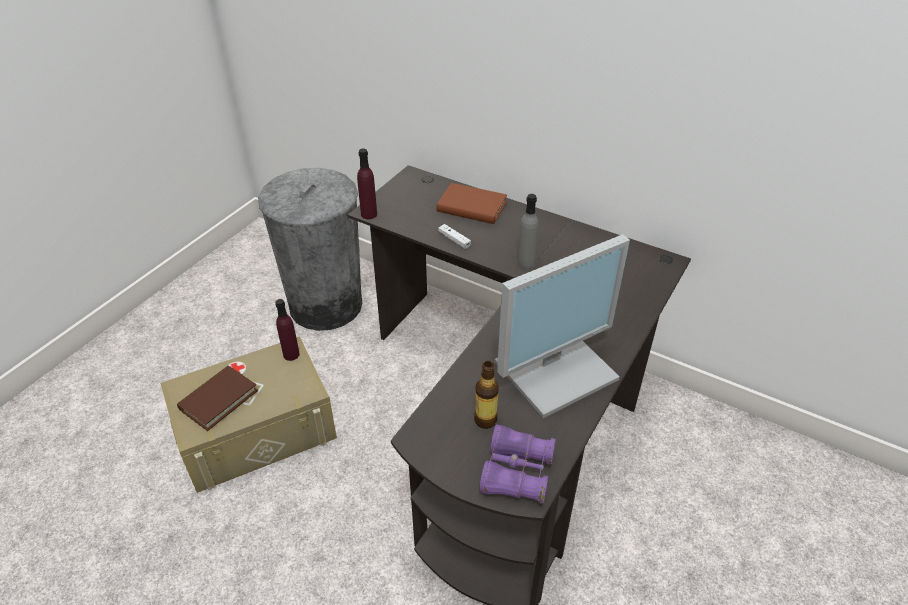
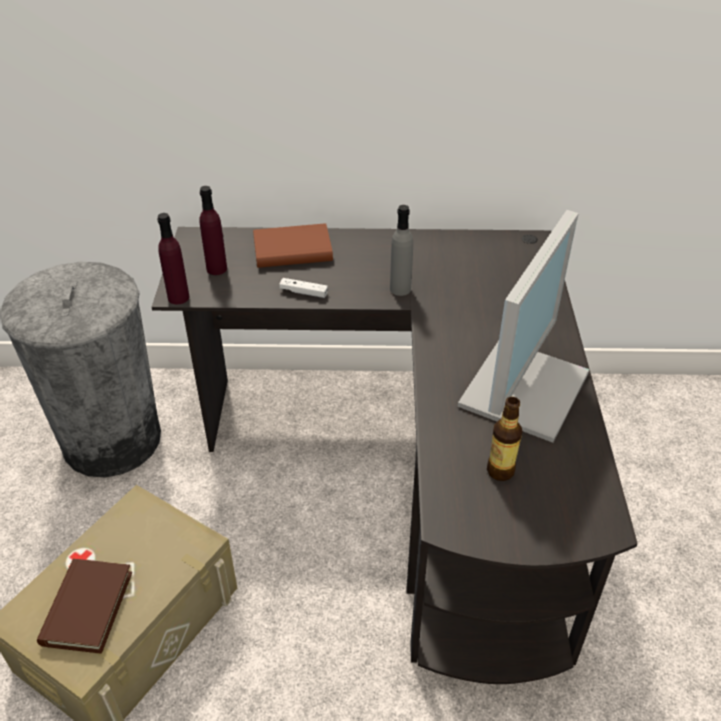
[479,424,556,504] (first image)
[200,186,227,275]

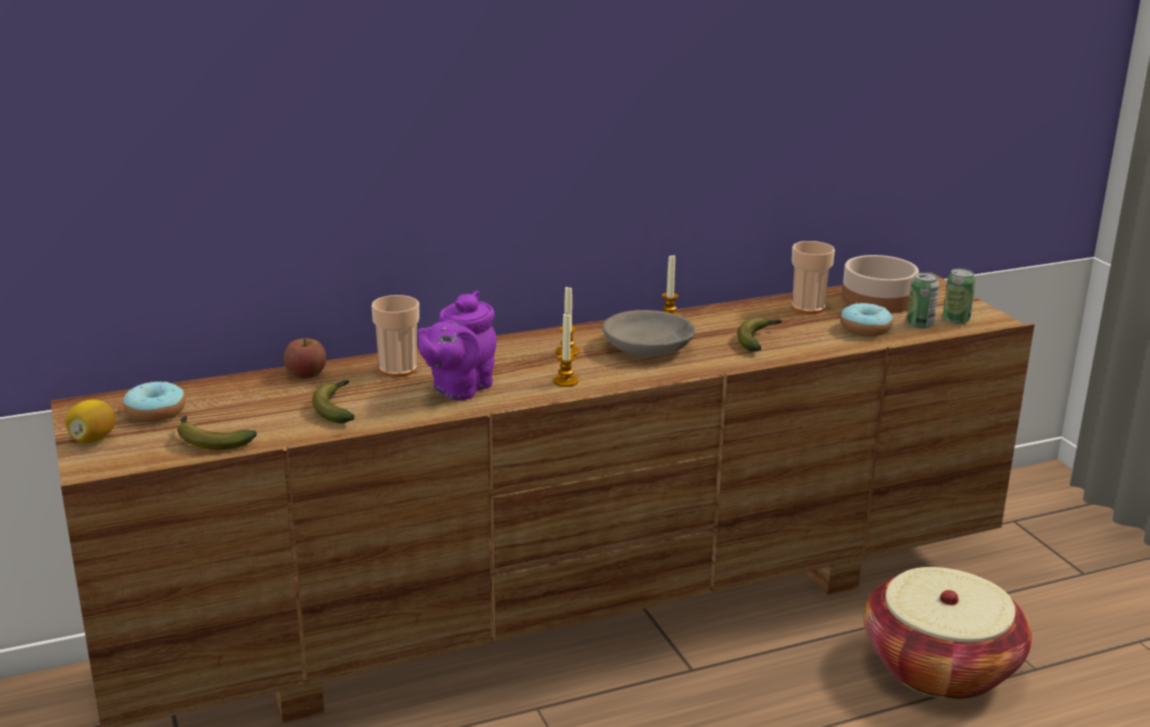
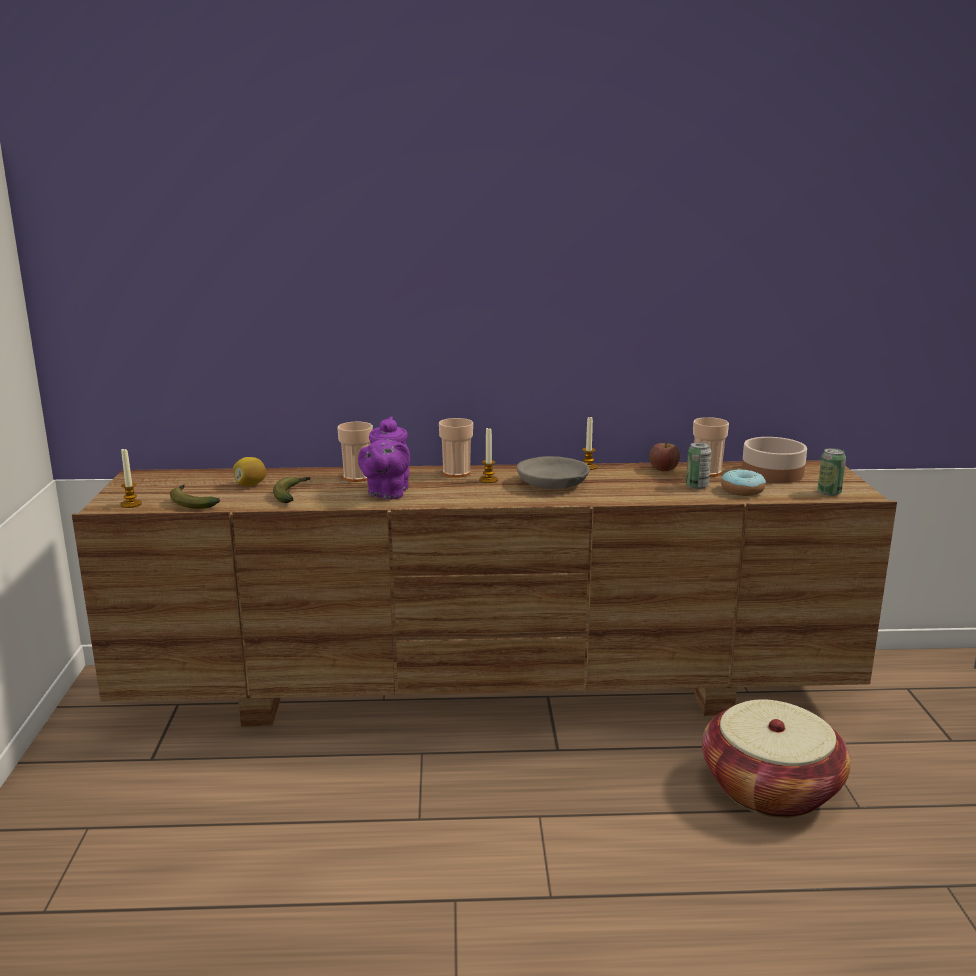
[123,381,185,422] (first image)
[737,317,782,351] (first image)
[439,418,473,478]
[233,457,266,486]
[649,443,680,471]
[121,449,142,508]
[686,442,712,489]
[358,417,410,500]

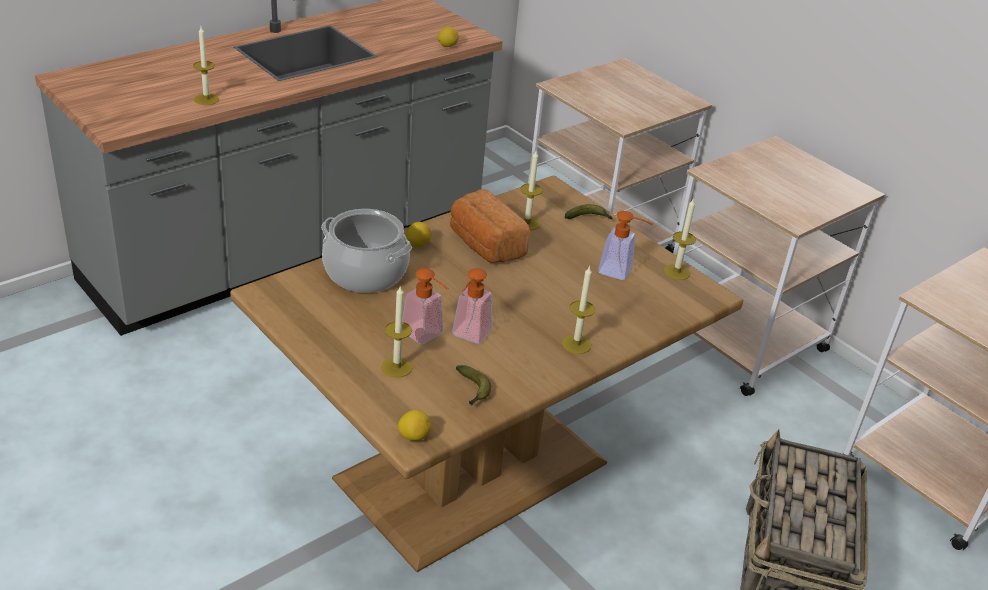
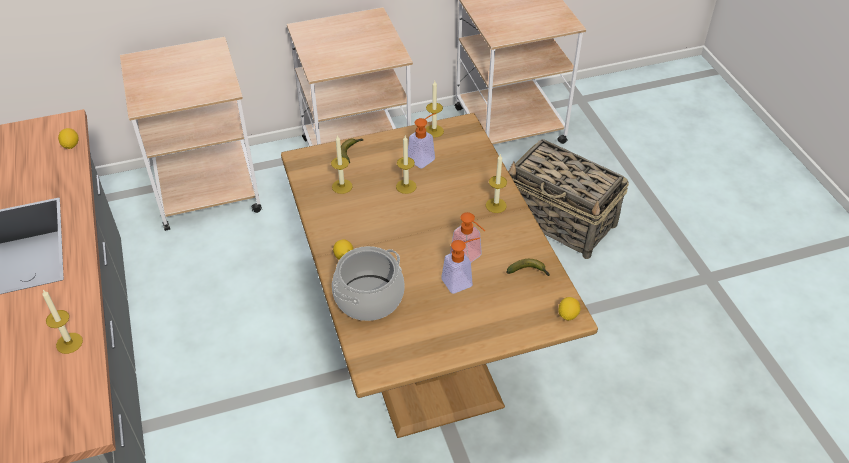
[450,189,530,263] (first image)
[396,136,417,194]

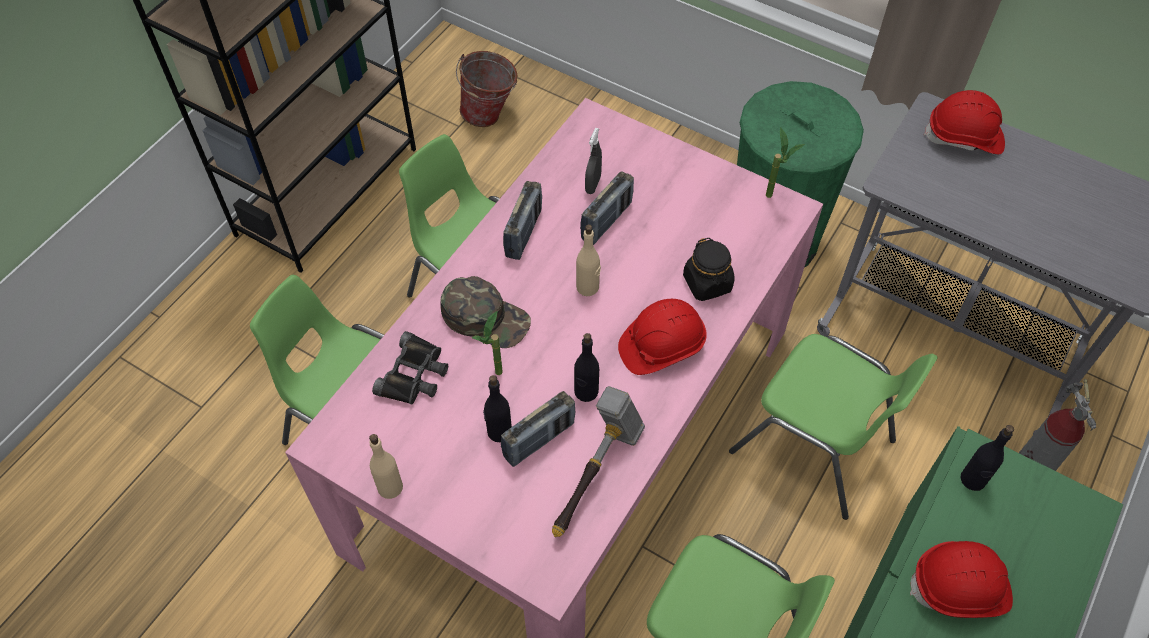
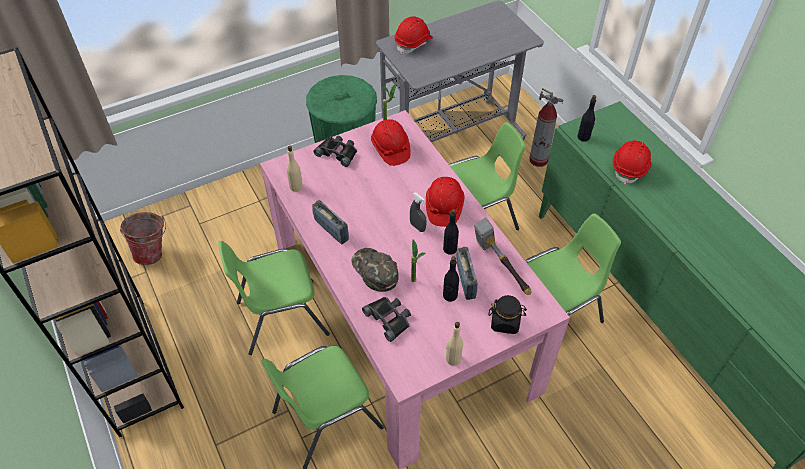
[580,171,634,245] (first image)
[314,136,357,167]
[371,119,411,166]
[287,146,303,192]
[410,193,427,232]
[488,295,527,334]
[351,248,399,292]

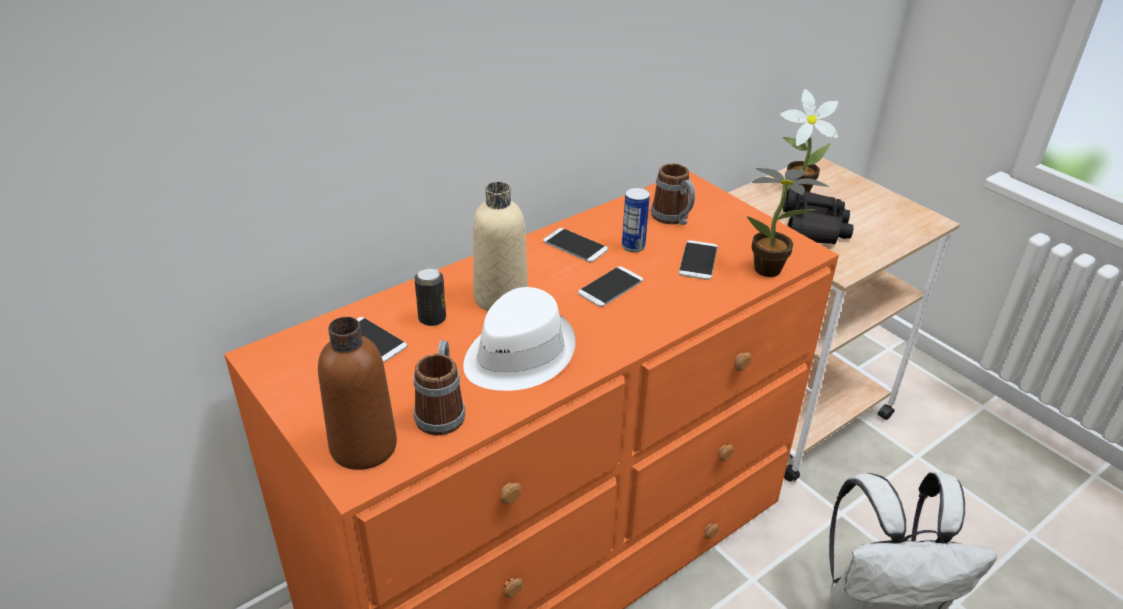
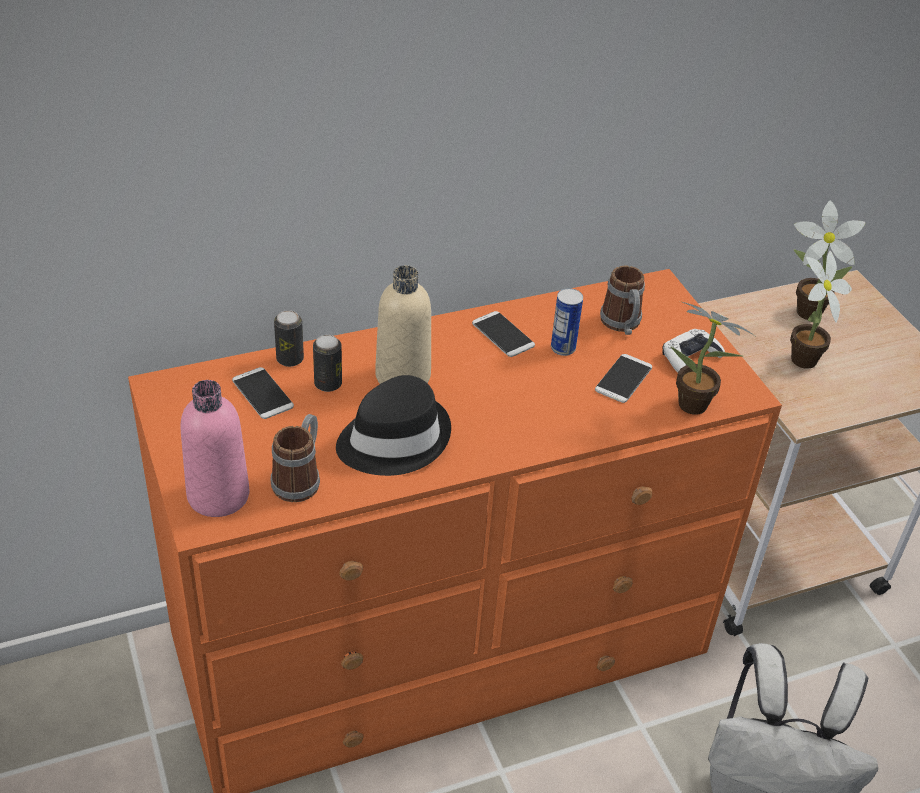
[578,266,643,307] (first image)
[274,310,304,367]
[662,329,725,372]
[790,250,852,369]
[180,380,249,517]
[336,375,451,476]

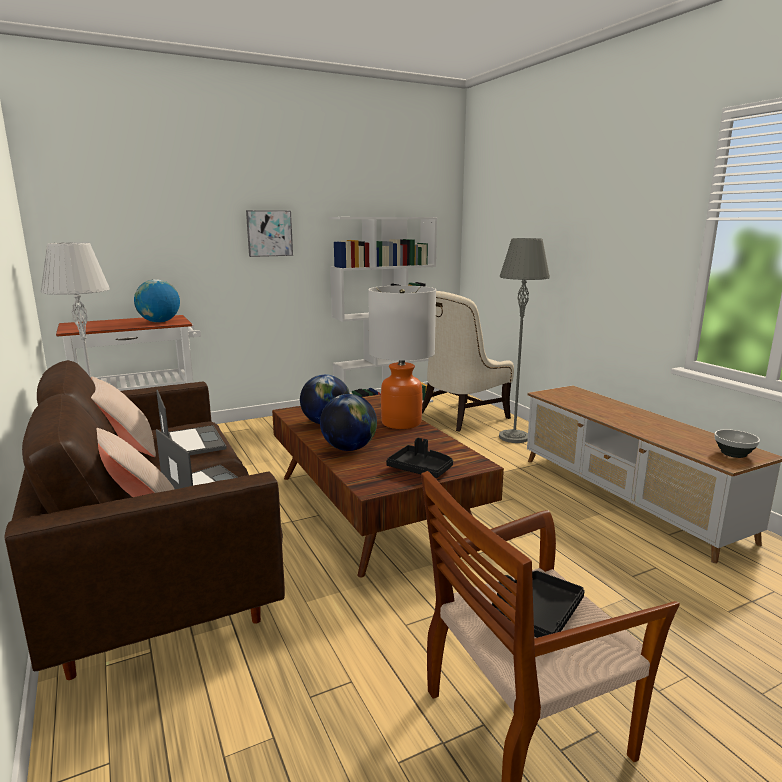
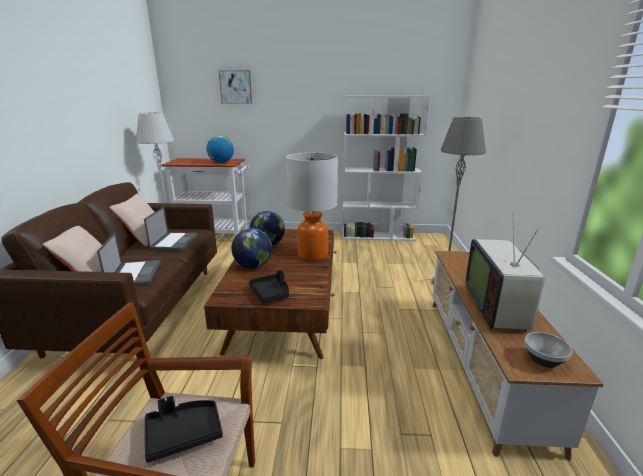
[422,291,514,432] (first image)
[465,213,545,332]
[219,70,252,104]

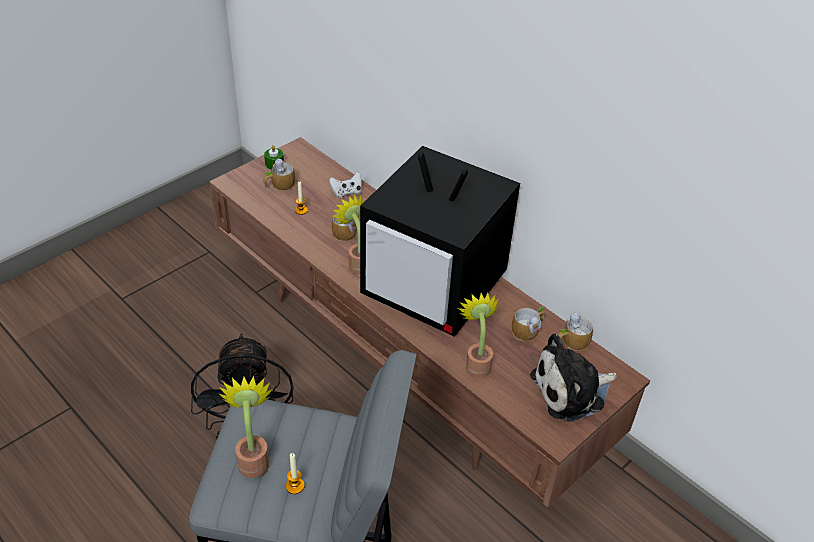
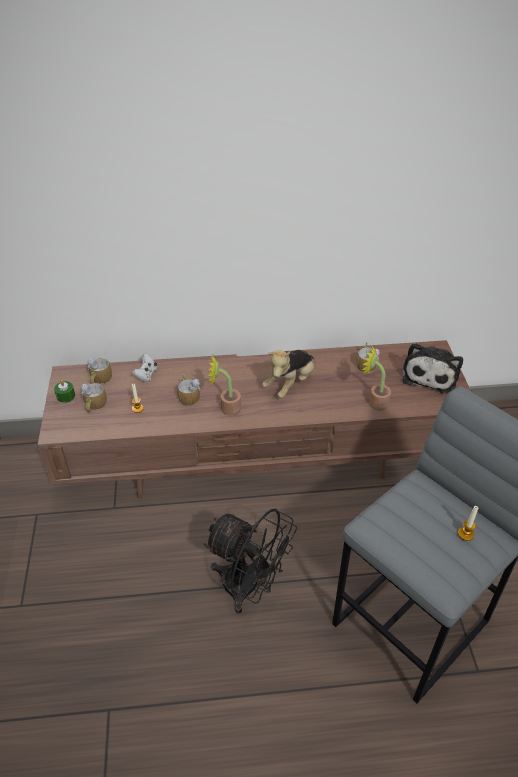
[218,375,273,478] (first image)
[87,358,112,384]
[262,350,315,398]

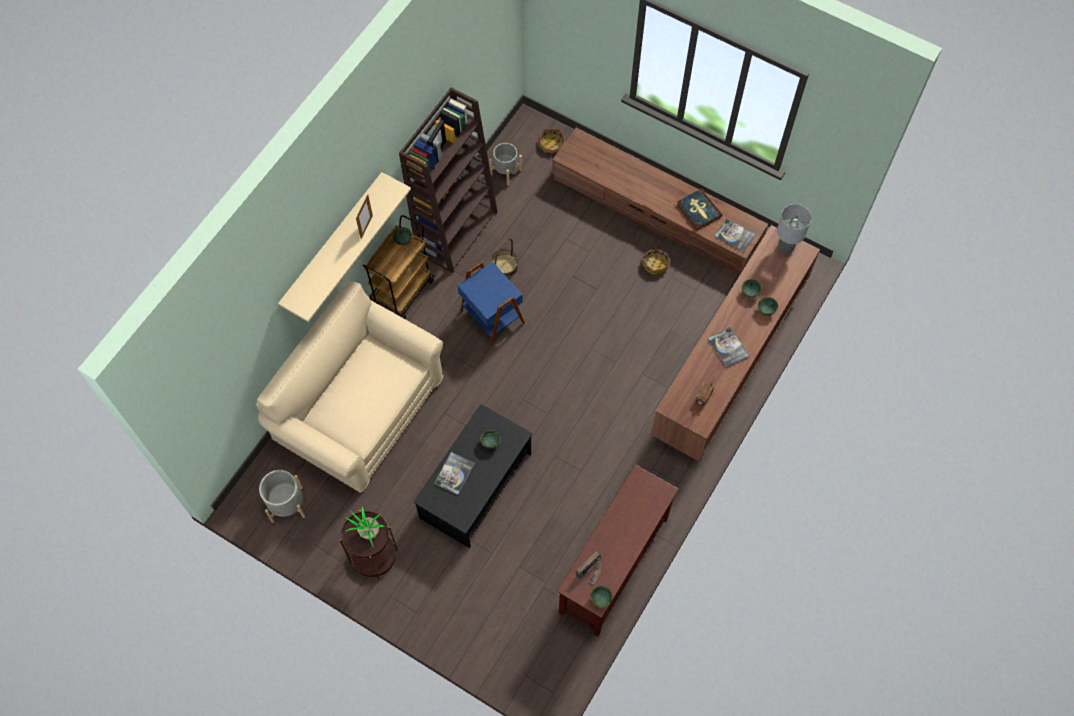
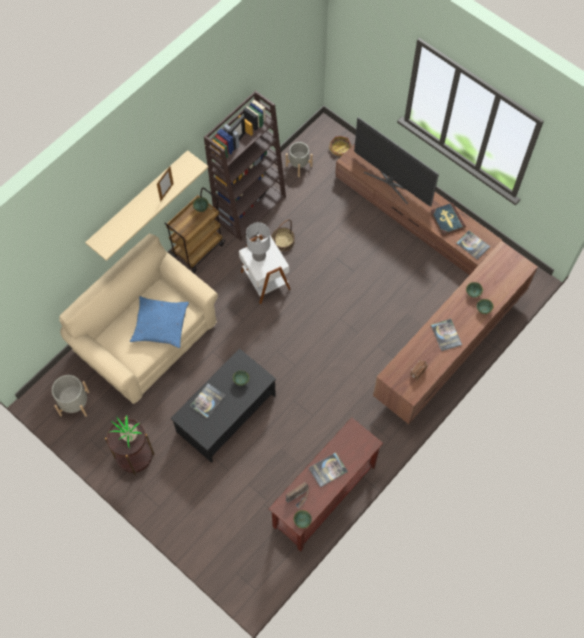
[642,248,671,275] (first image)
[130,296,189,348]
[309,452,348,488]
[354,117,439,207]
[246,222,270,262]
[239,234,291,305]

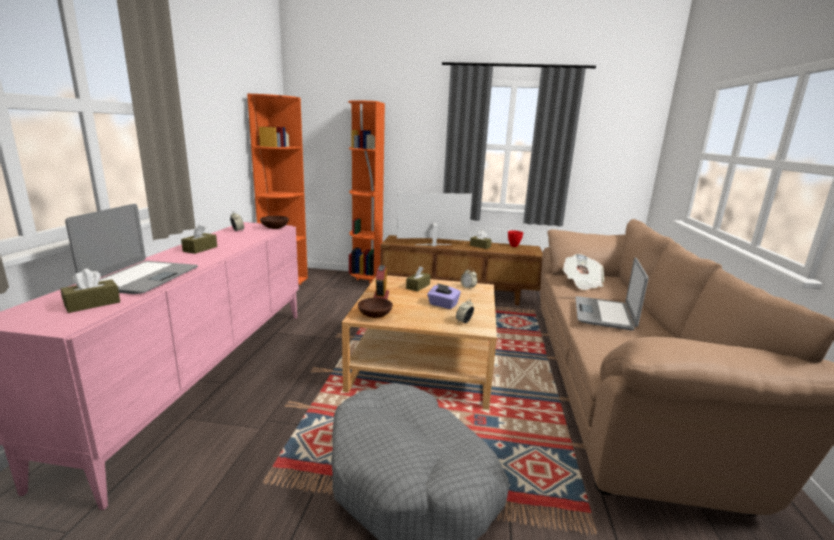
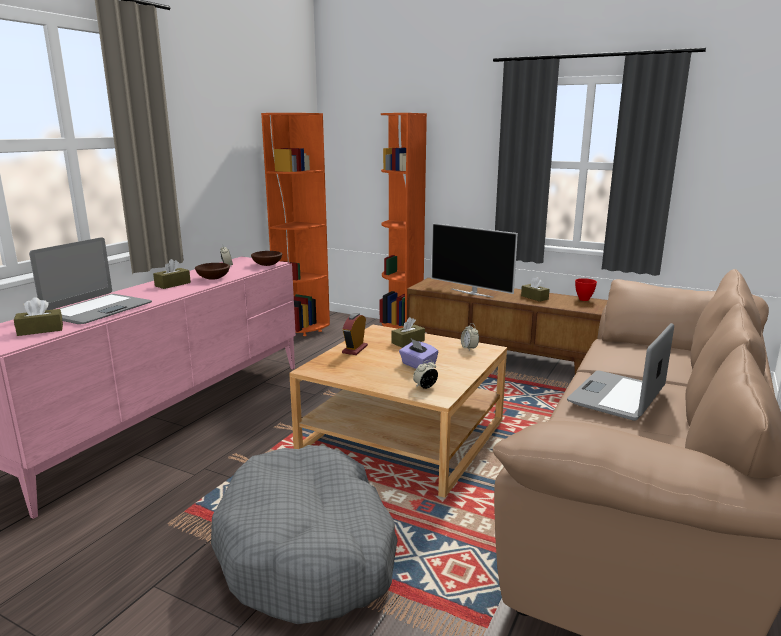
[563,254,604,290] (first image)
[195,263,230,280]
[431,223,518,298]

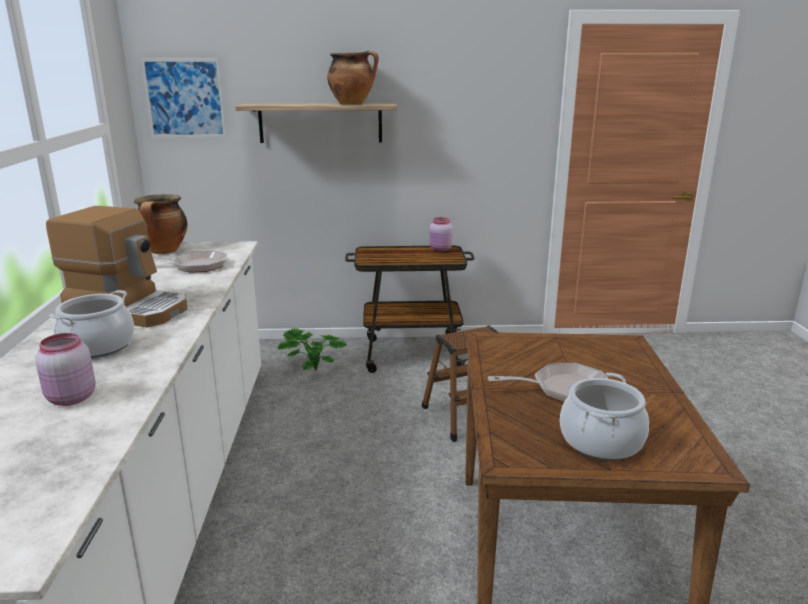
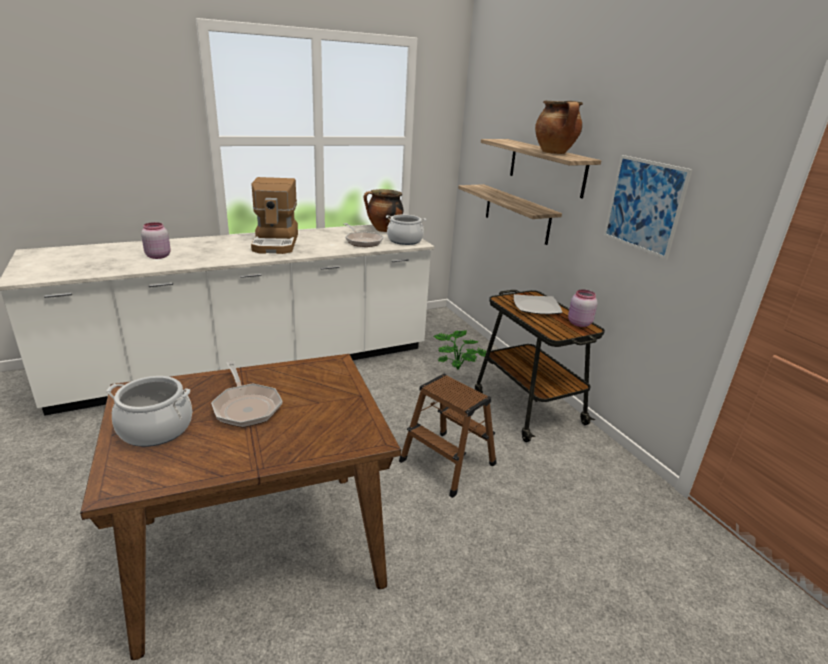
[458,184,562,245]
[514,294,563,314]
[386,215,426,245]
[603,155,693,260]

